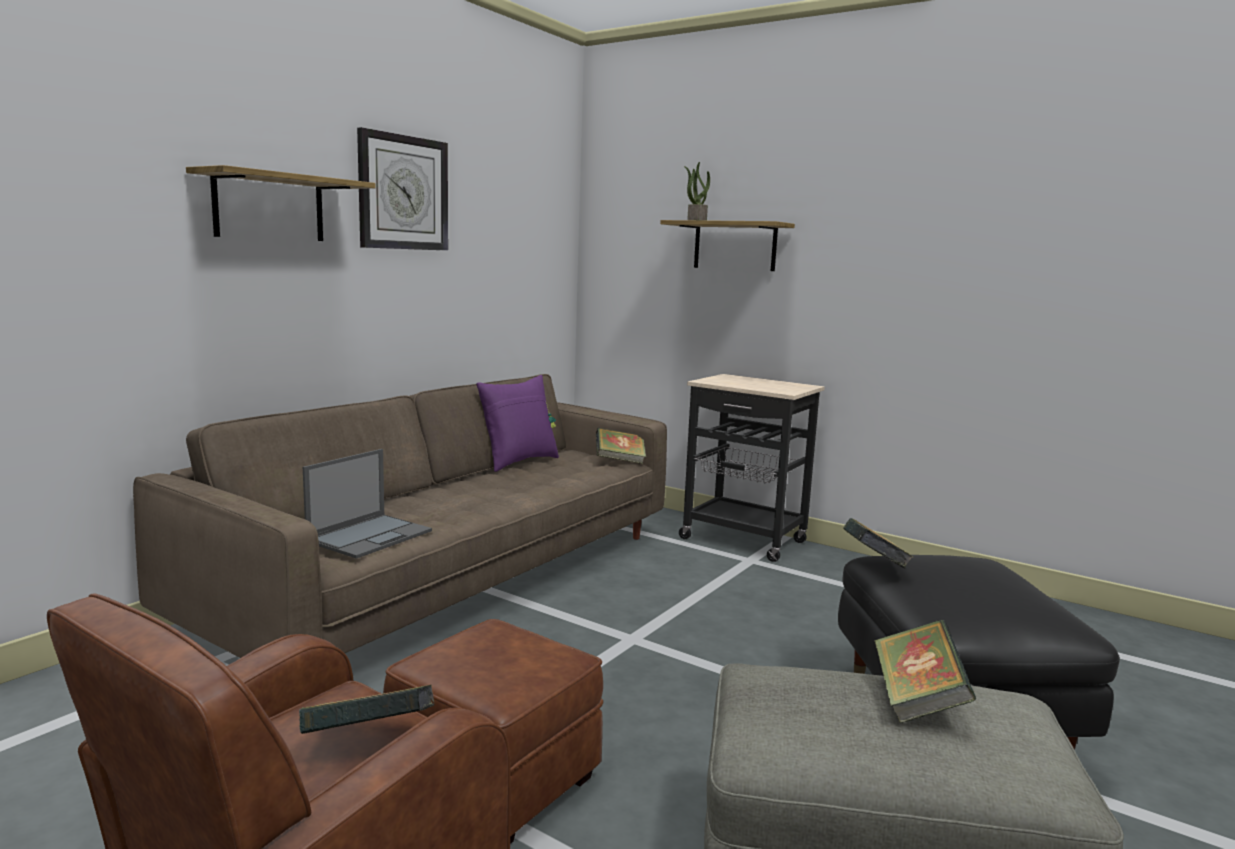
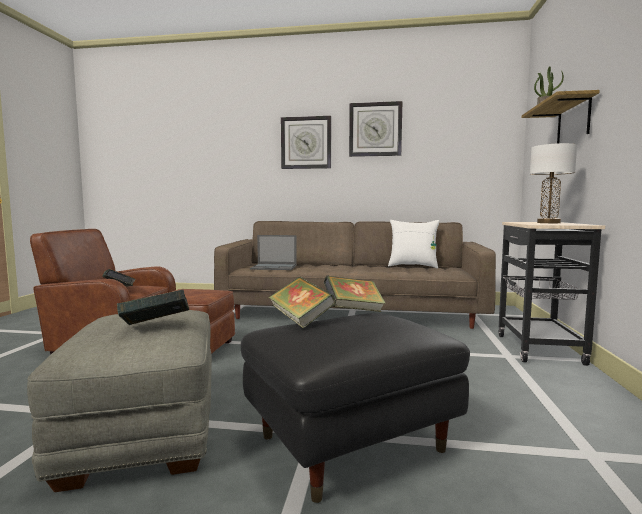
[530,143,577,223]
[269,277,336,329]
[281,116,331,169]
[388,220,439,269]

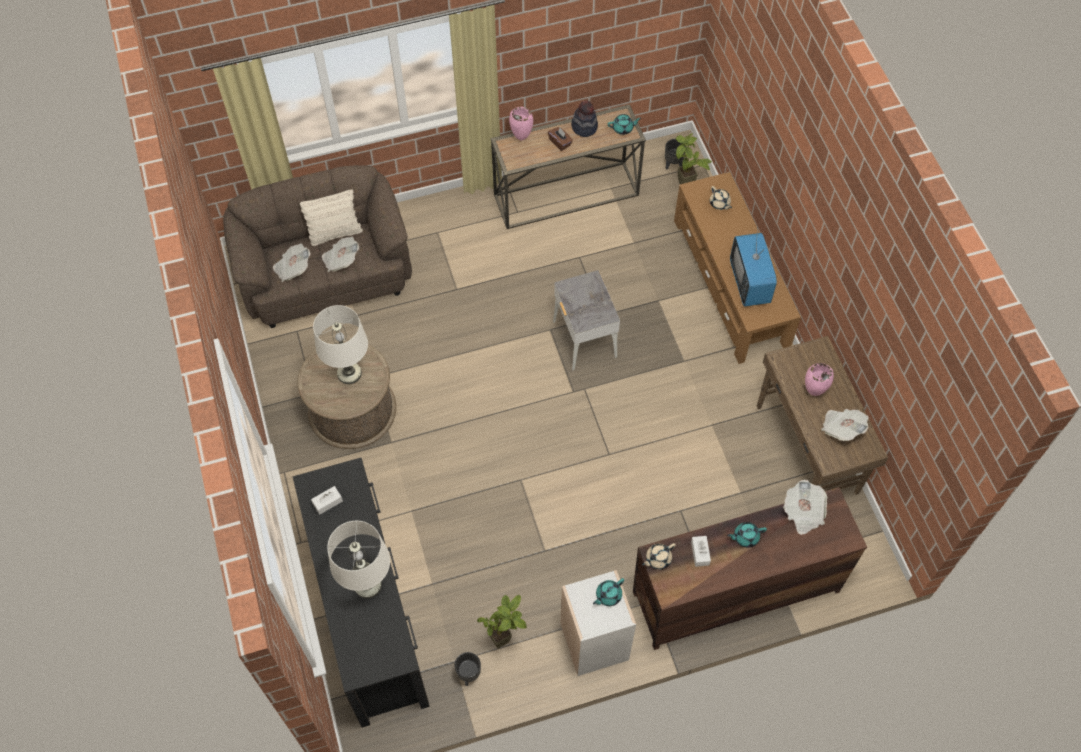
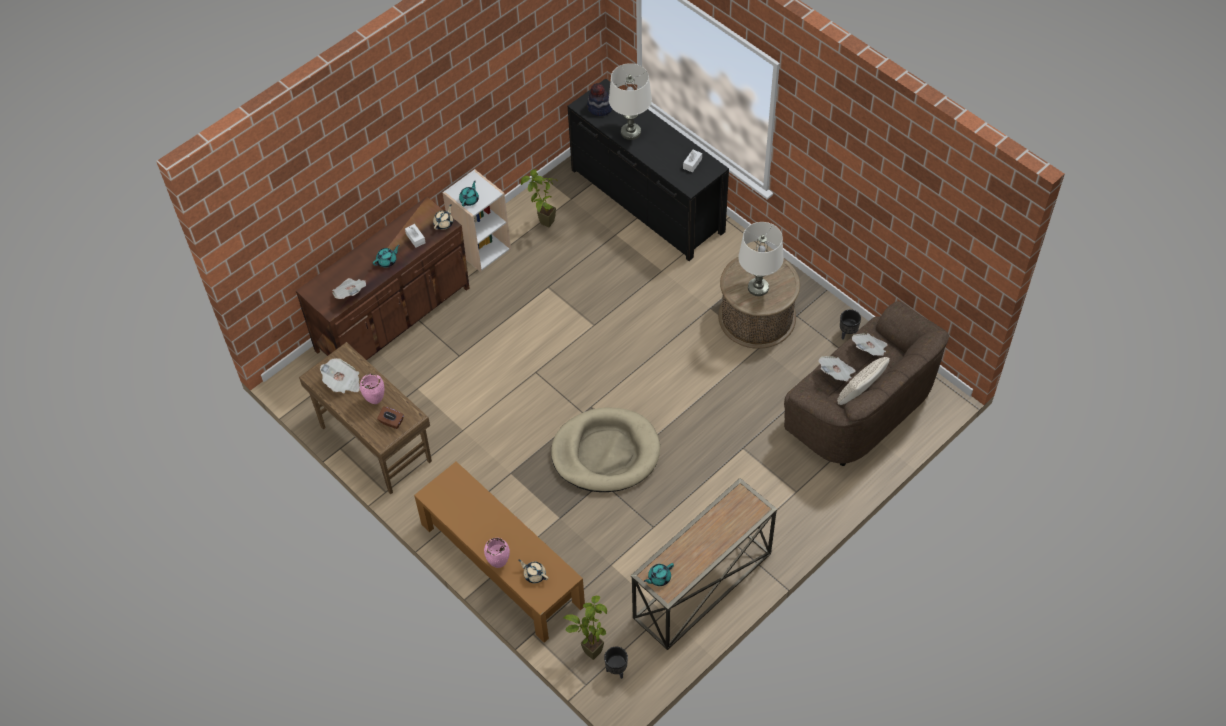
[730,228,777,307] (first image)
[840,309,861,339]
[484,538,510,568]
[377,406,404,429]
[587,83,612,116]
[551,407,660,492]

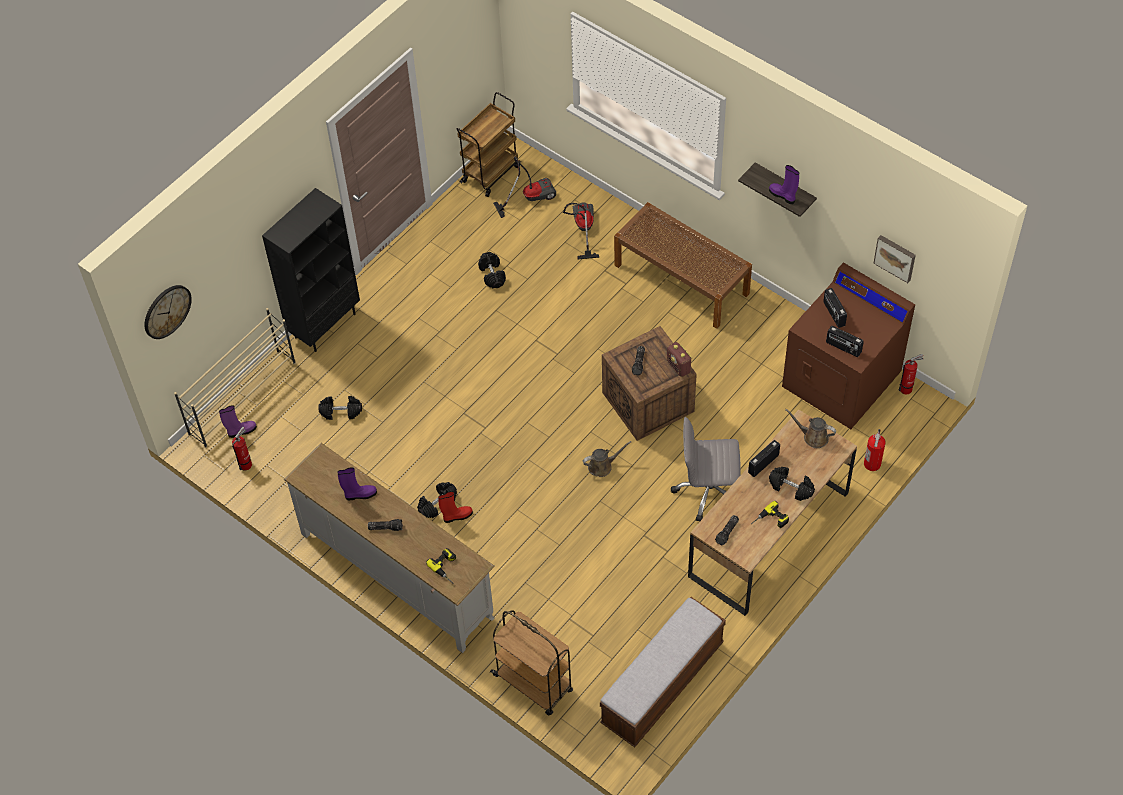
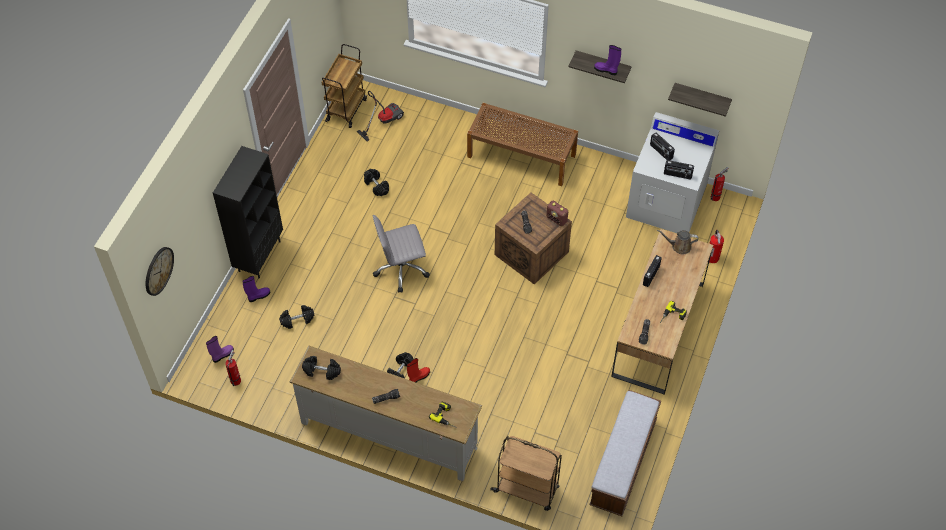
[174,308,296,448] (first image)
[563,203,599,260] (first image)
[583,441,631,477] (first image)
[242,276,270,302]
[373,215,430,292]
[302,356,341,380]
[668,83,732,117]
[626,112,719,233]

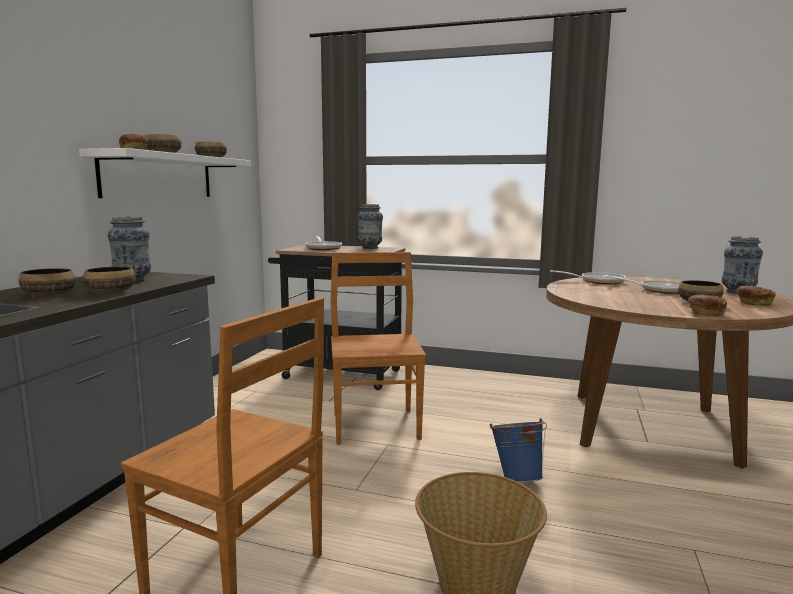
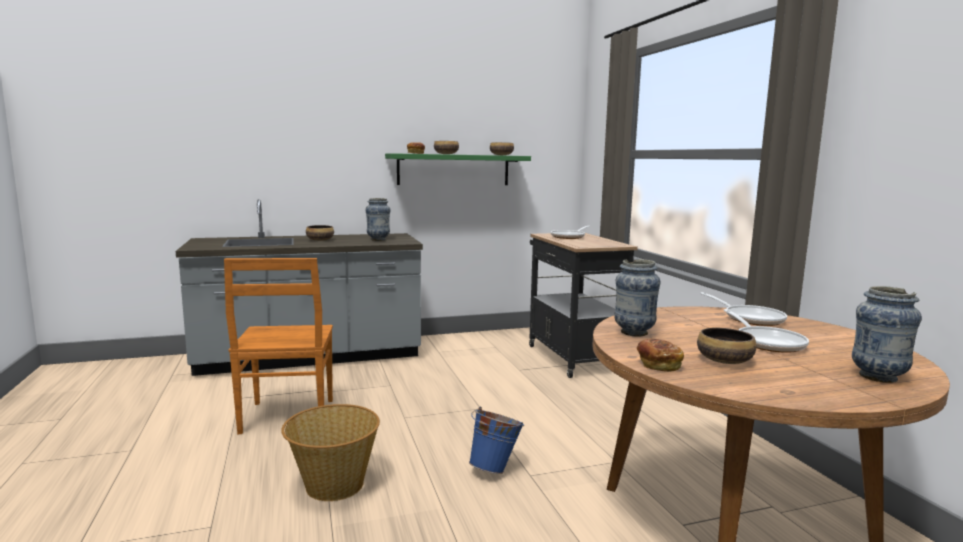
[83,267,135,293] (first image)
[330,252,426,445] (first image)
[736,285,776,306] (first image)
[614,259,661,336]
[385,153,531,185]

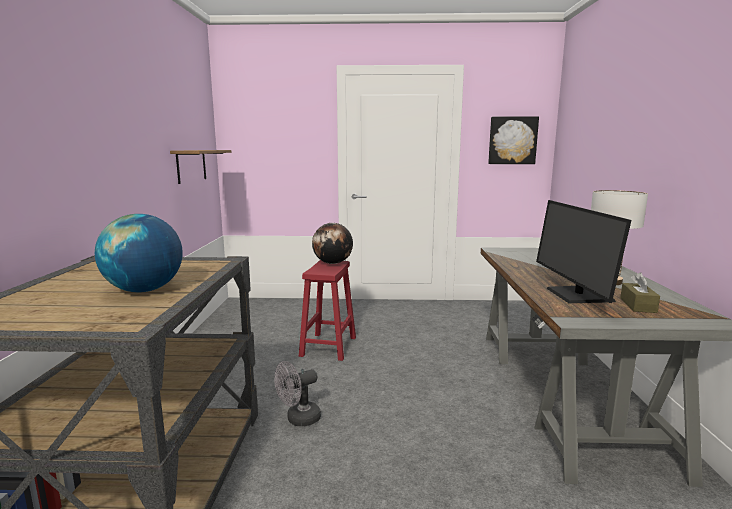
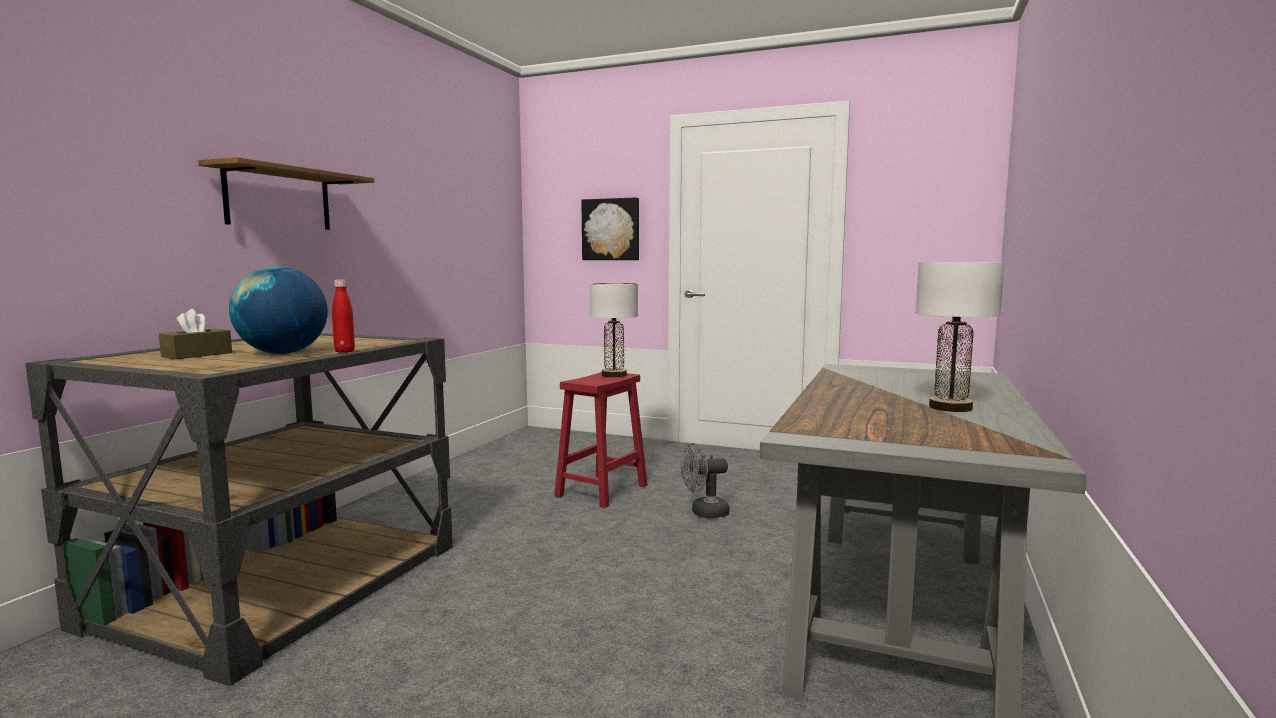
[536,200,632,303] (first image)
[332,280,355,353]
[198,157,374,230]
[681,443,729,518]
[581,197,639,260]
[159,309,232,359]
[590,283,638,377]

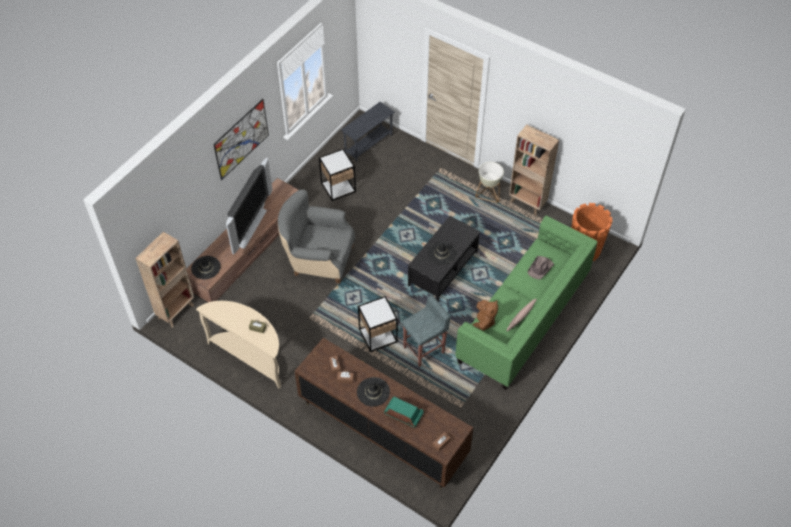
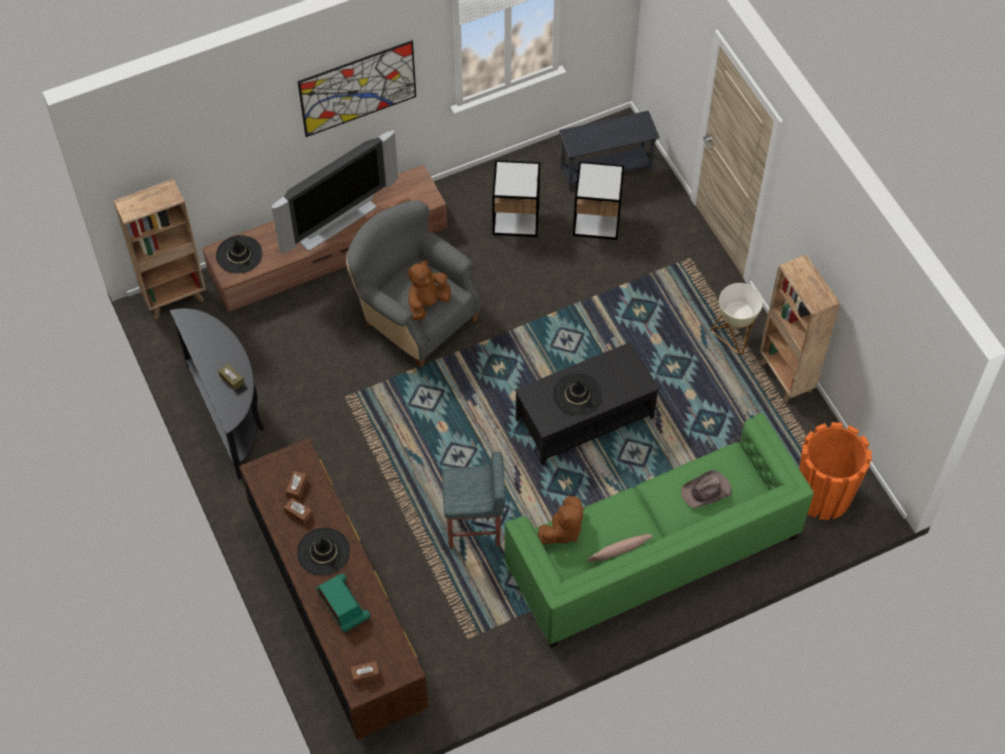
[407,261,451,320]
[573,161,624,240]
[170,308,264,479]

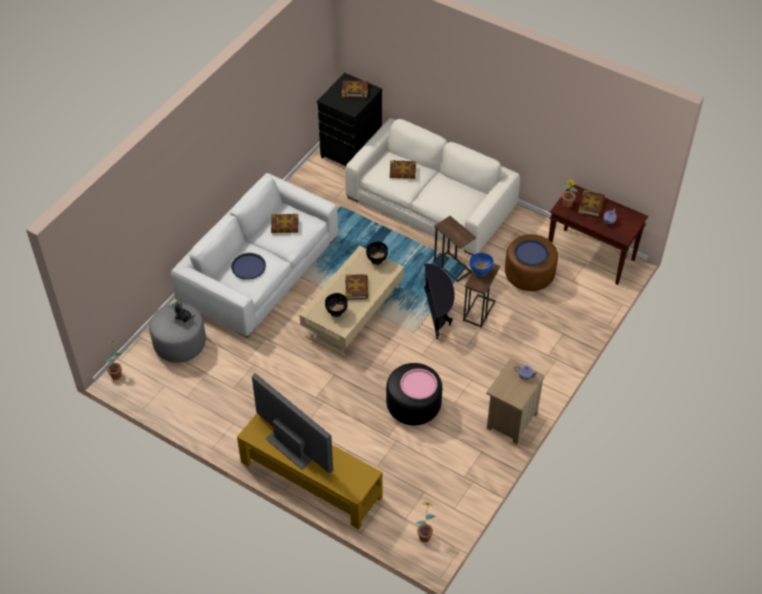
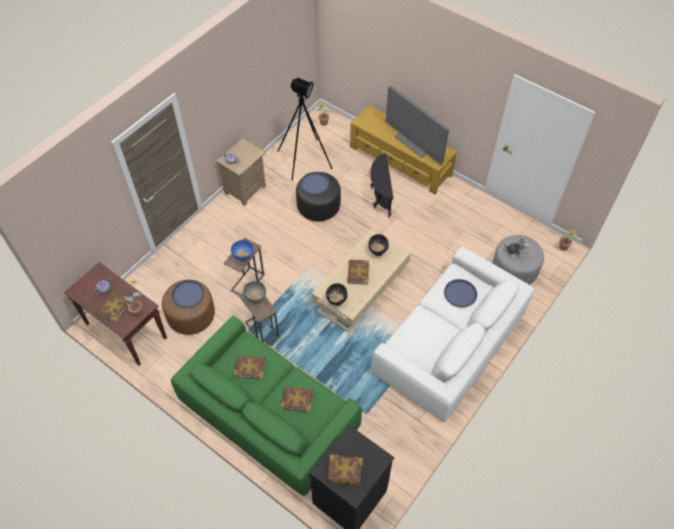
[243,281,266,303]
[277,78,333,181]
[234,356,265,379]
[370,154,394,218]
[171,316,362,496]
[300,172,330,195]

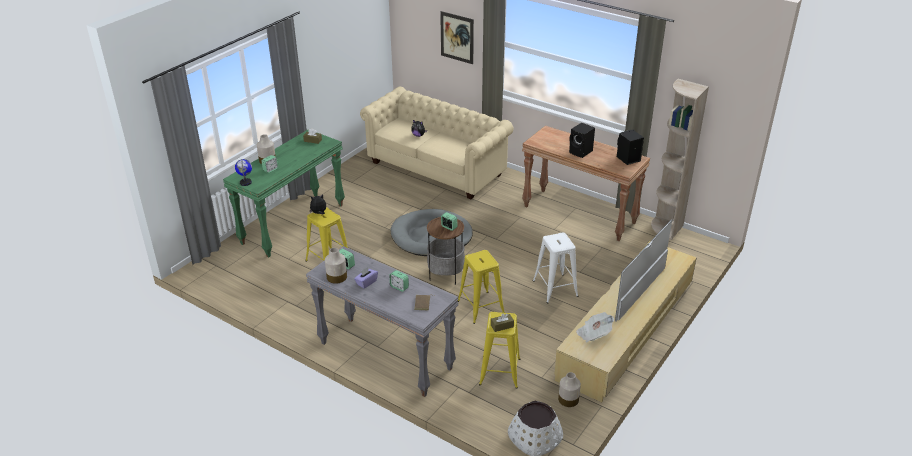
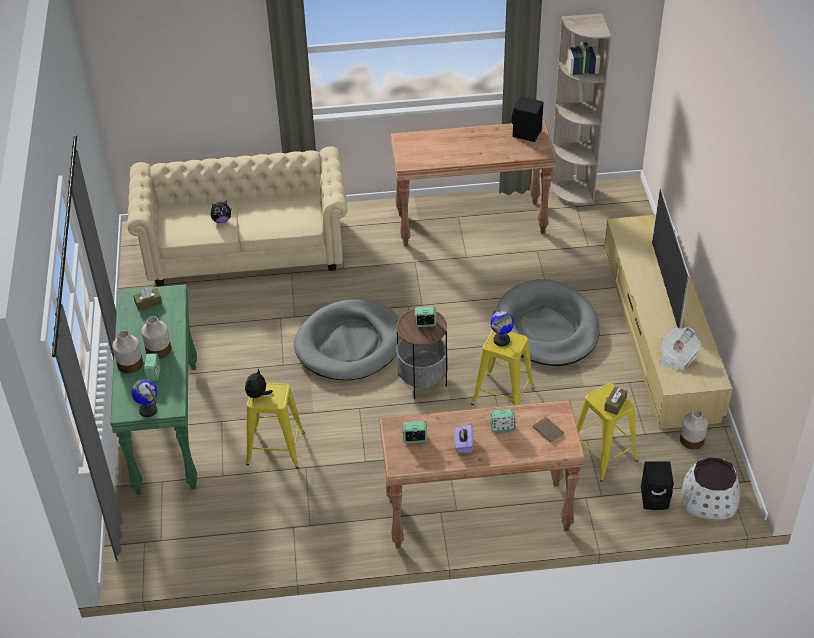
[440,11,474,64] (first image)
[490,309,514,346]
[141,316,171,359]
[641,461,674,510]
[496,279,599,366]
[379,400,585,548]

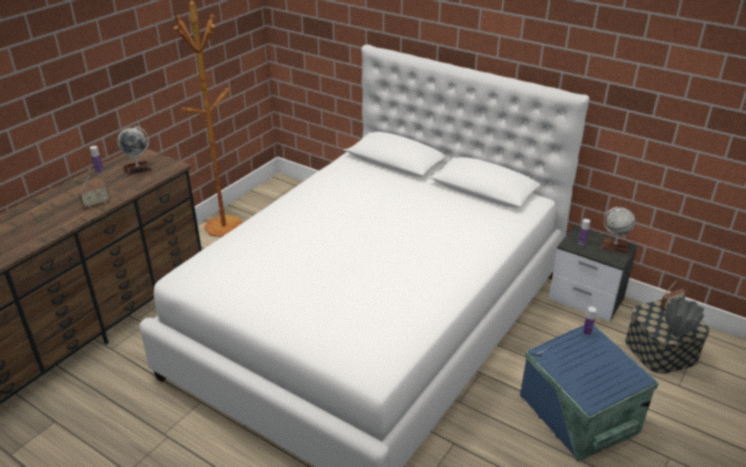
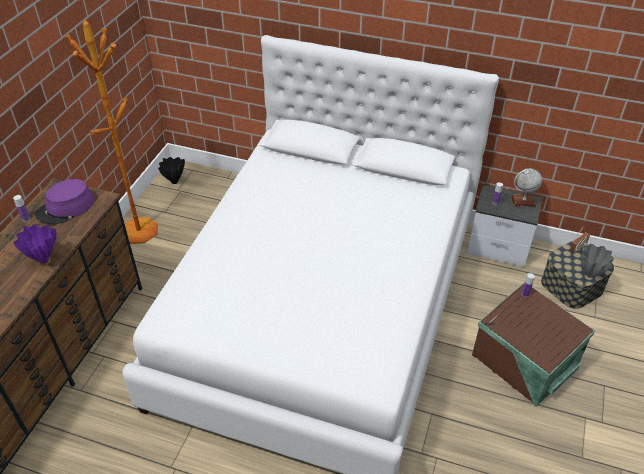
[158,157,185,184]
[13,224,57,263]
[35,179,95,224]
[472,282,595,406]

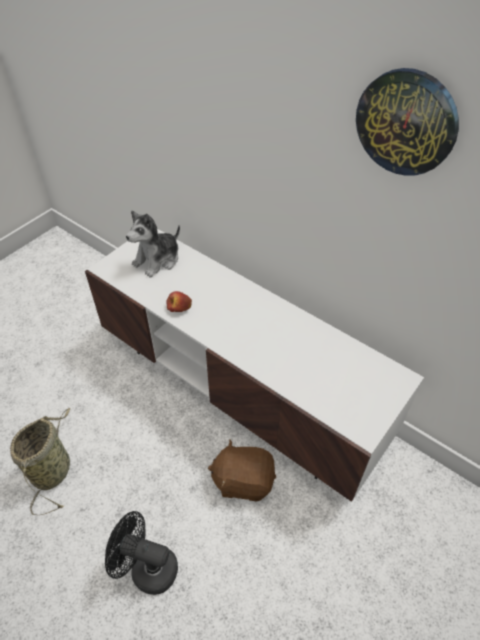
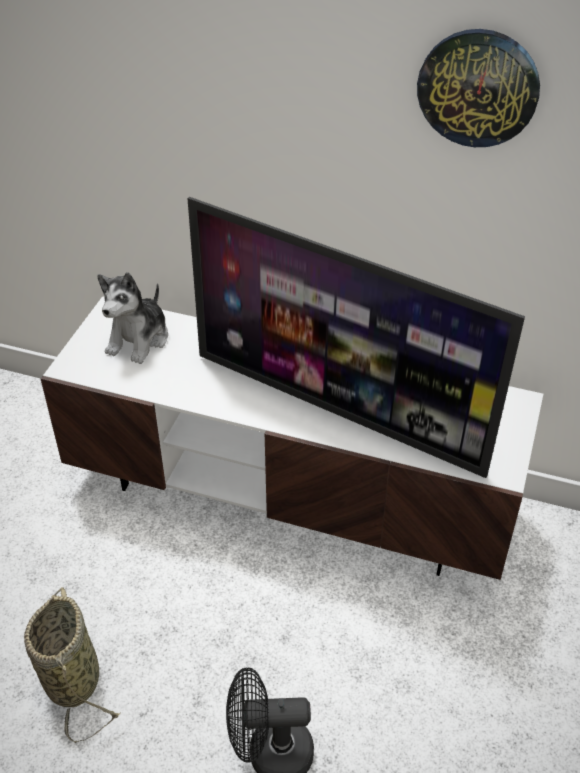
[167,291,192,312] (first image)
[208,439,276,501] (first image)
[187,197,525,478]

